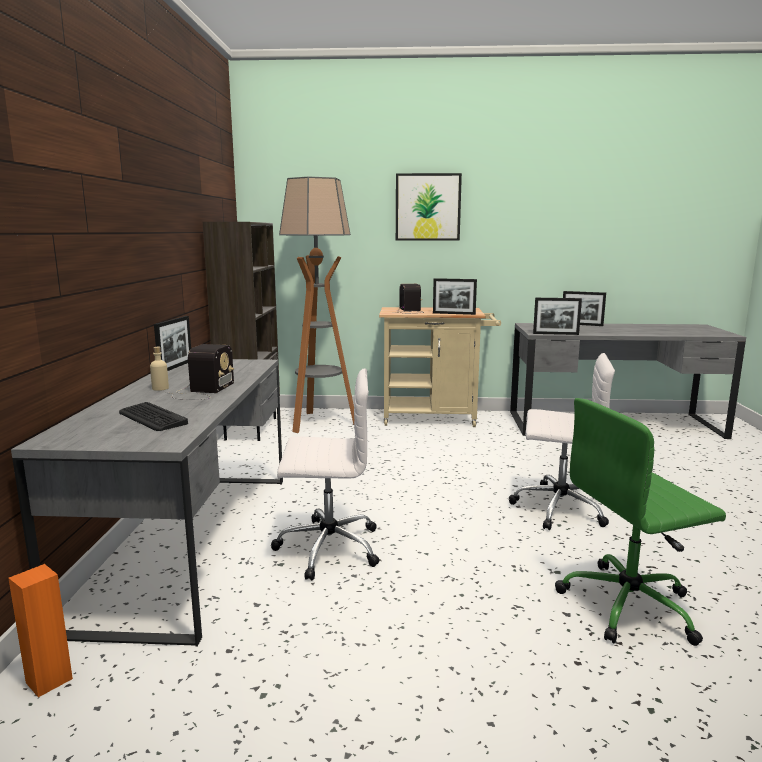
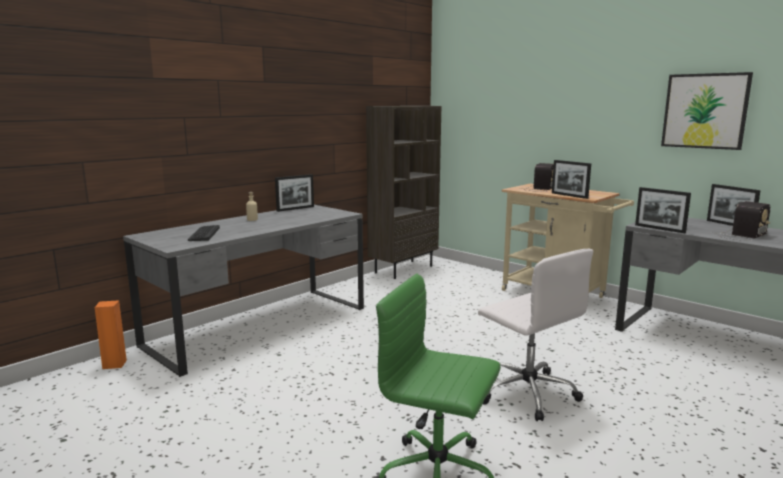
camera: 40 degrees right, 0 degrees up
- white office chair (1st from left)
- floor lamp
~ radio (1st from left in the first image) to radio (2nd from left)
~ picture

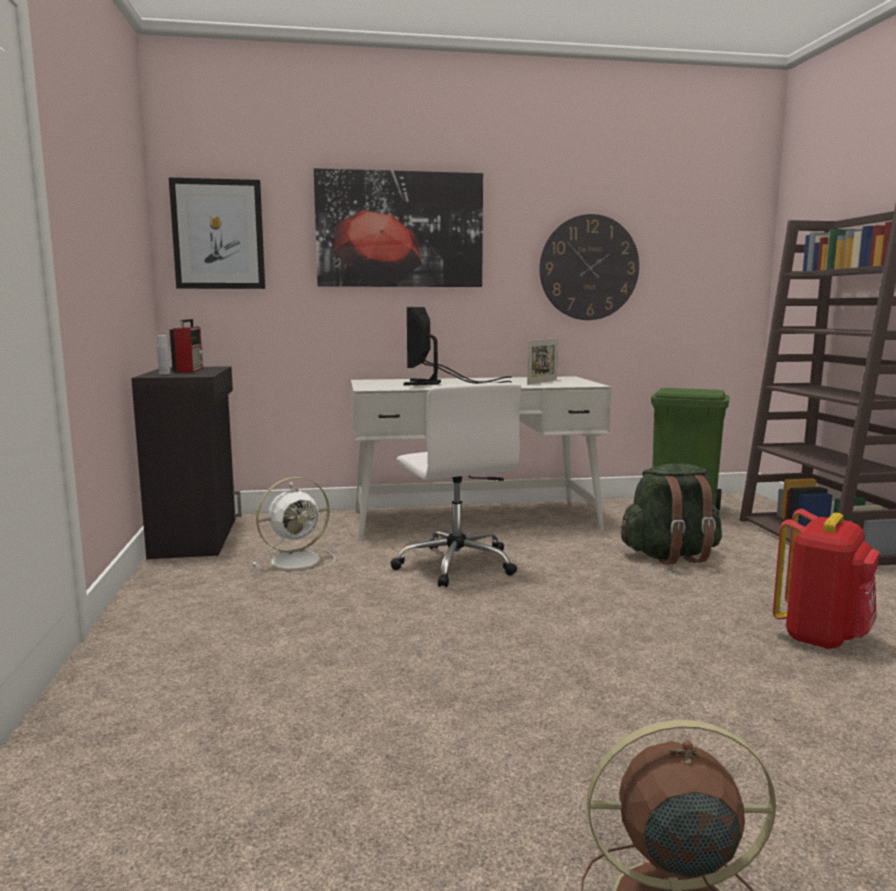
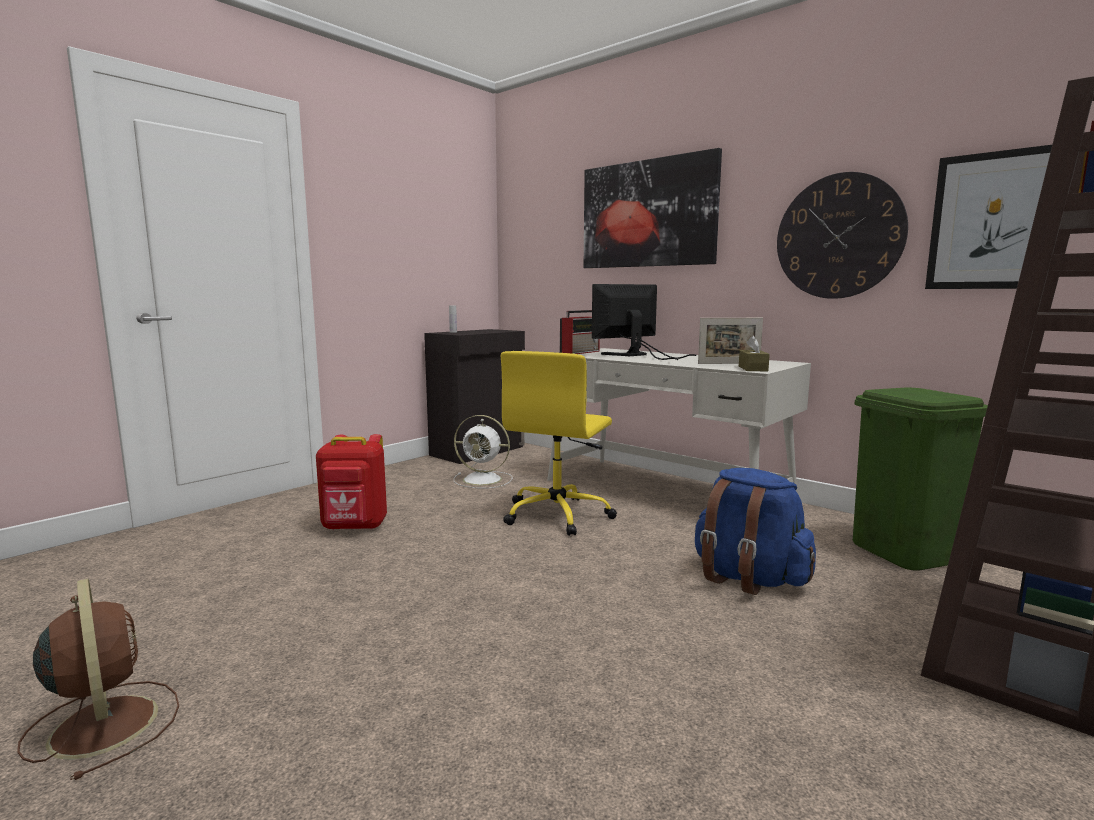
camera: 50 degrees right, 0 degrees up
+ brown tissue box
~ picture (1st from left in the first image) to picture (2nd from left)
~ radio
~ red backpack
~ white office chair to yellow office chair
~ green backpack to blue backpack

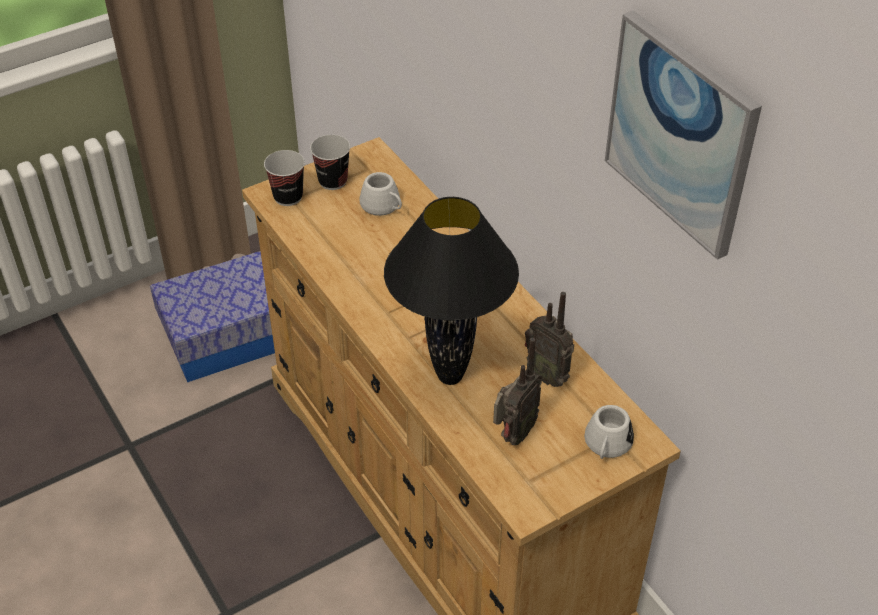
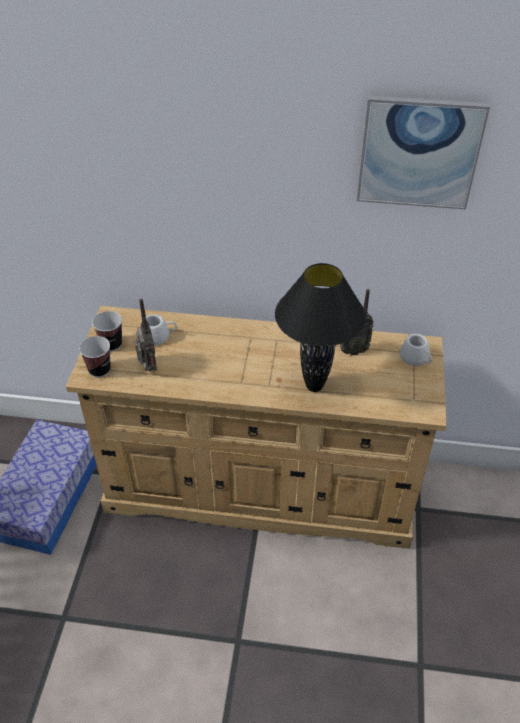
camera: 50 degrees left, 0 degrees up
~ radio (1st from left)

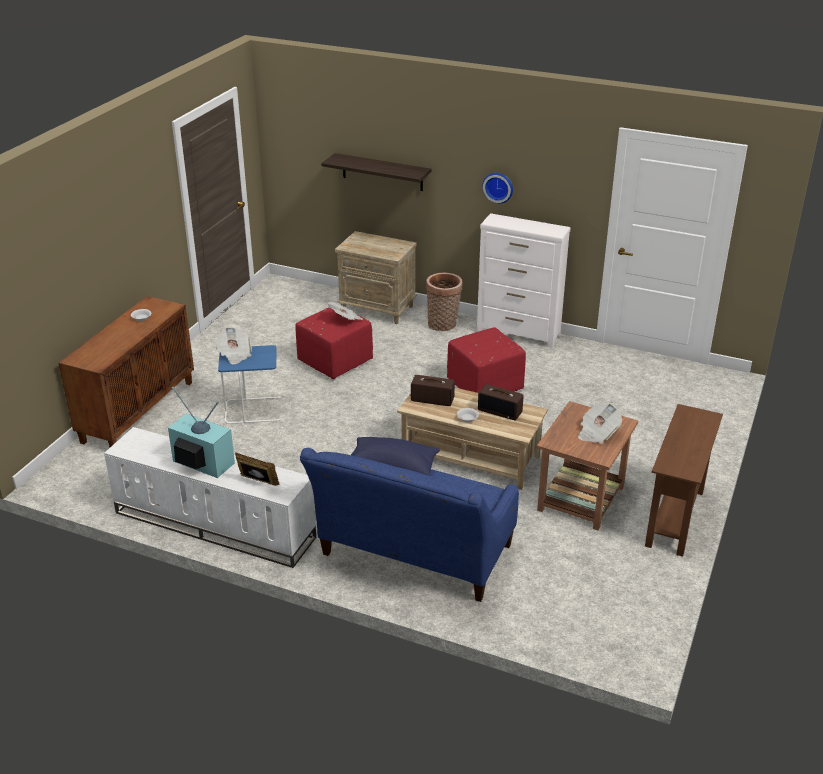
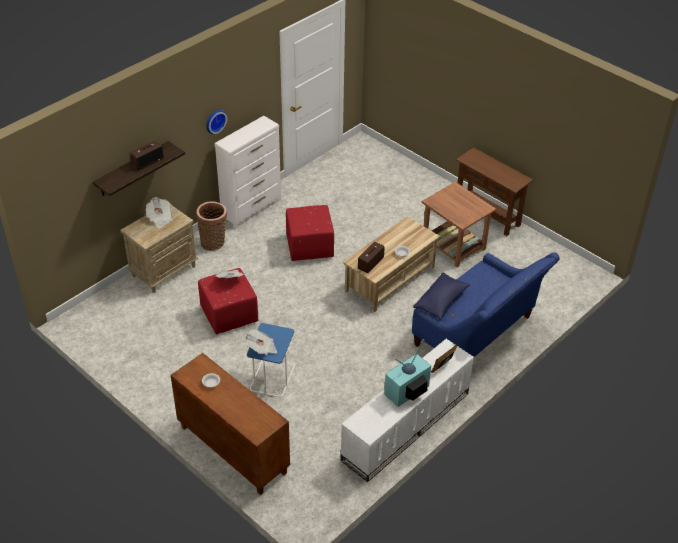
camera: 70 degrees left, 10 degrees up
~ radio (2nd from left in the first image) to radio (1st from left)
~ newspaper (3rd from left in the first image) to newspaper (1st from left)

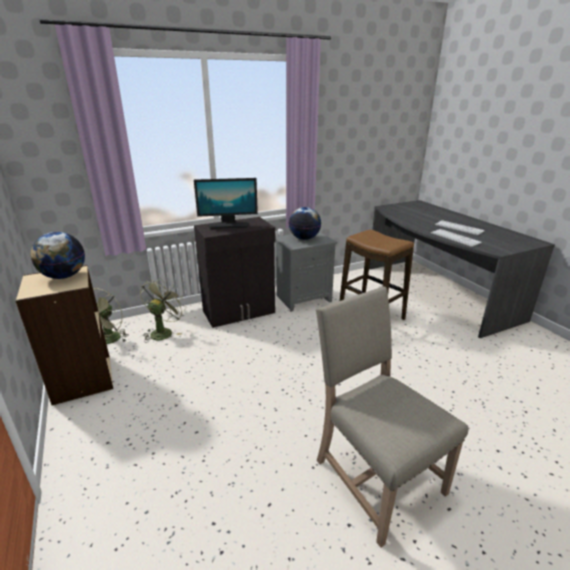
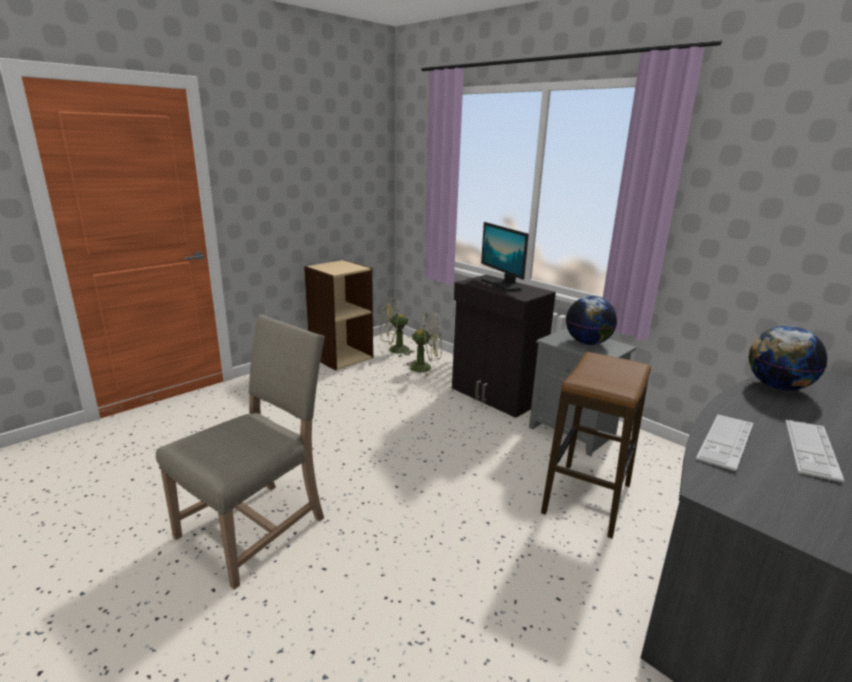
camera: 70 degrees right, 5 degrees down
~ globe (1st from left in the first image) to globe (2nd from left)

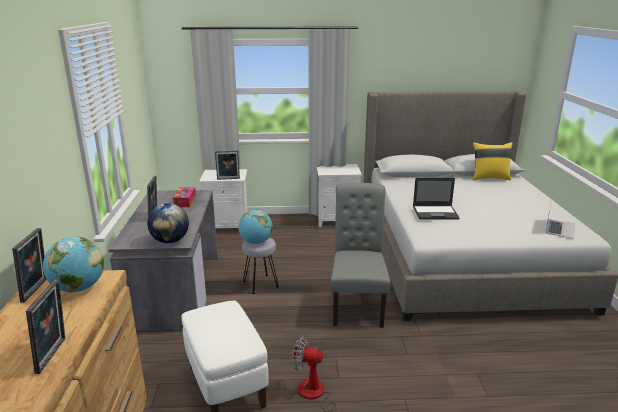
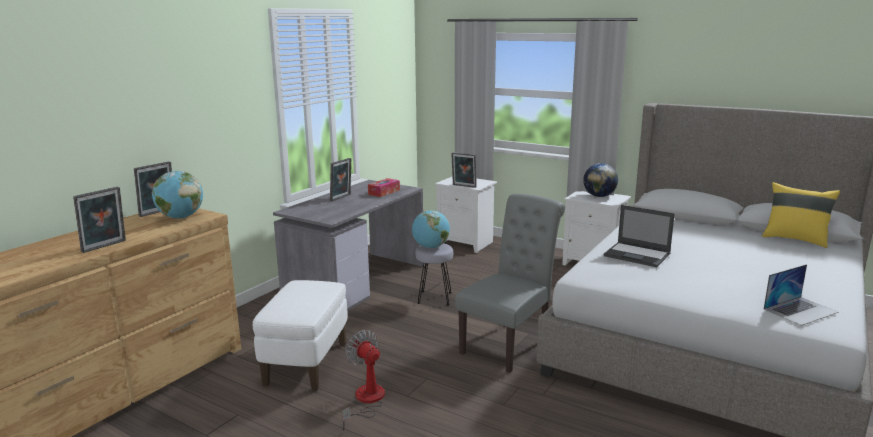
camera: 35 degrees right, 5 degrees down
~ globe (2nd from left in the first image) to globe (3rd from left)

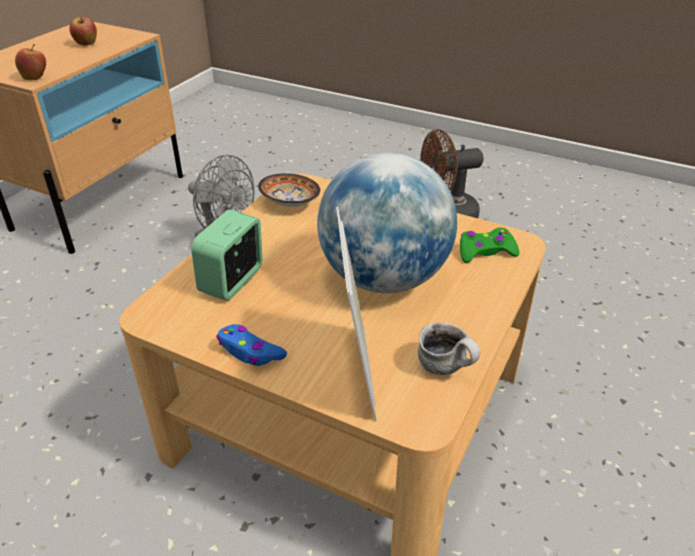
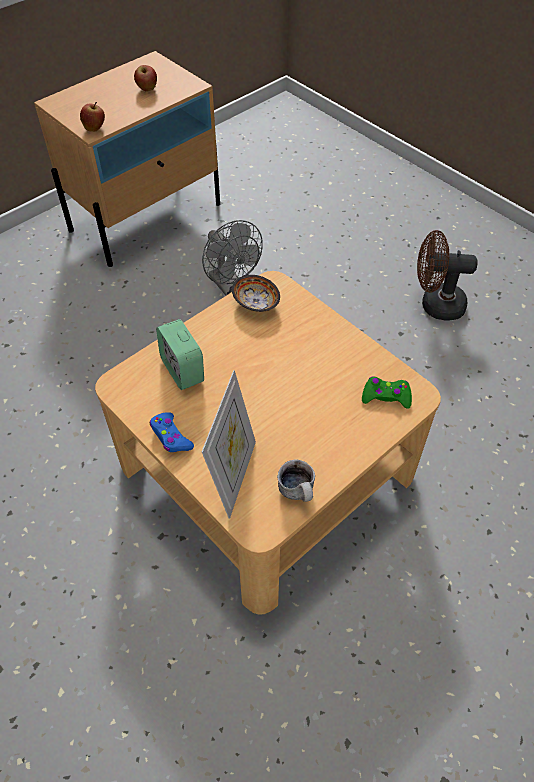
camera: 20 degrees right, 15 degrees up
- globe
~ alarm clock 75 degrees counterclockwise

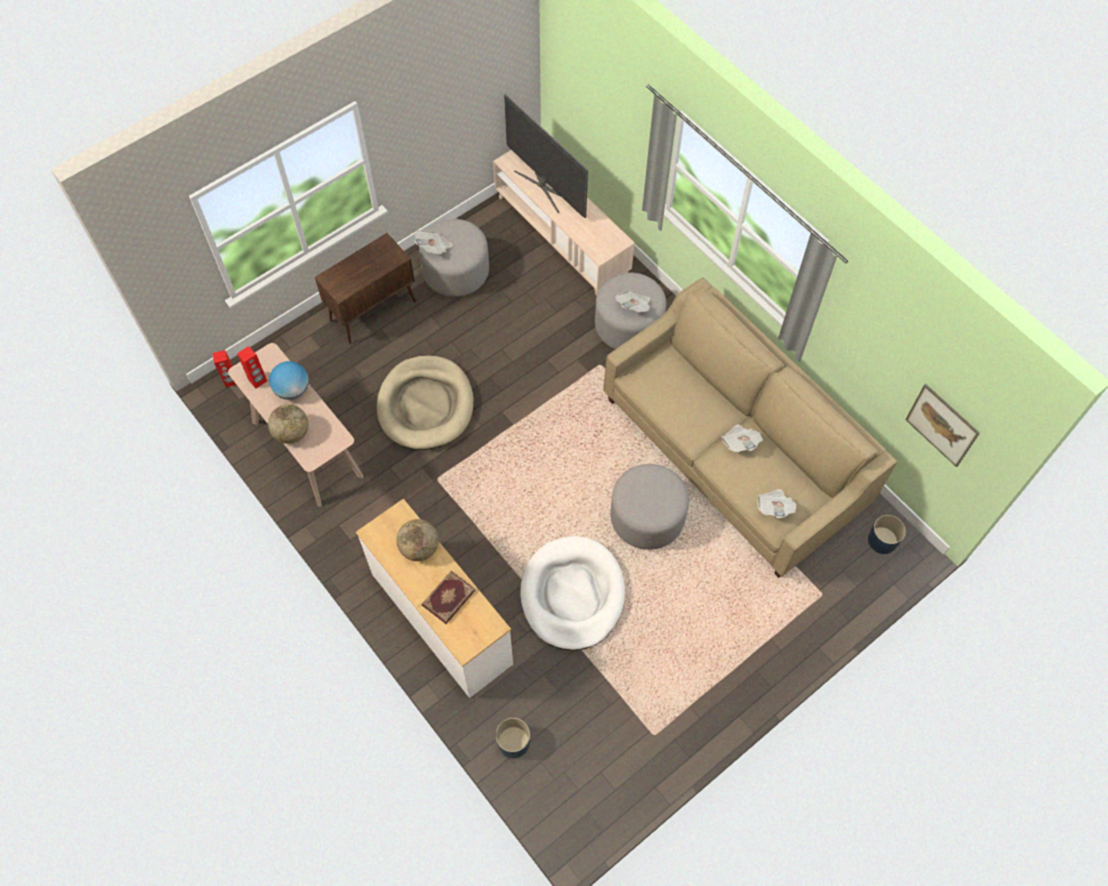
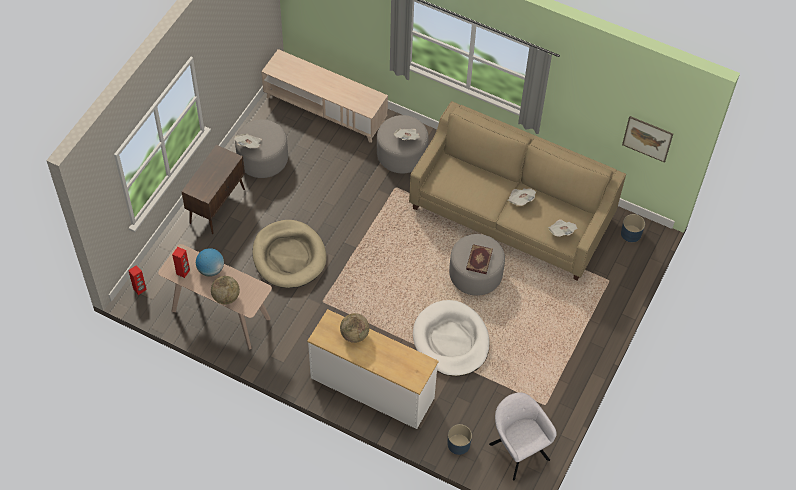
camera: 25 degrees left, 5 degrees down
- television
+ grey armchair
~ book

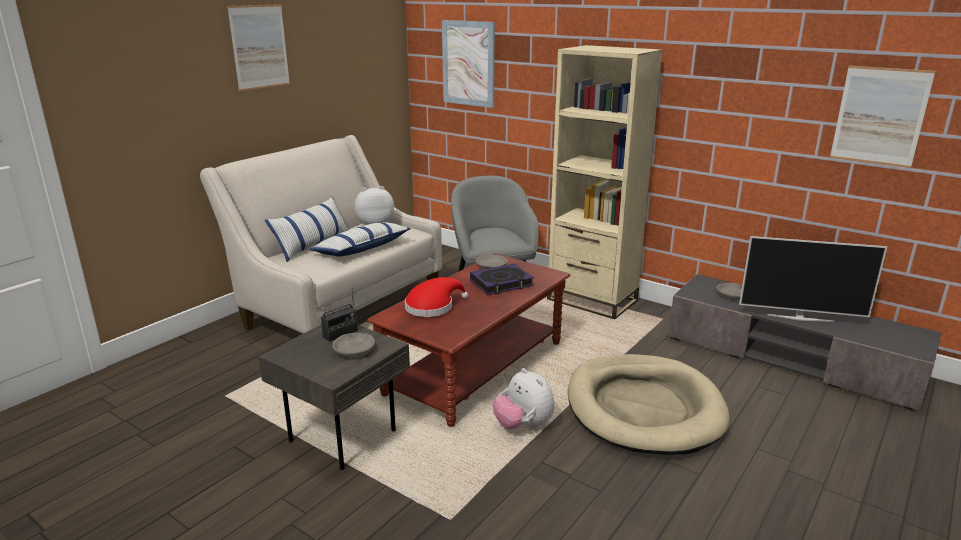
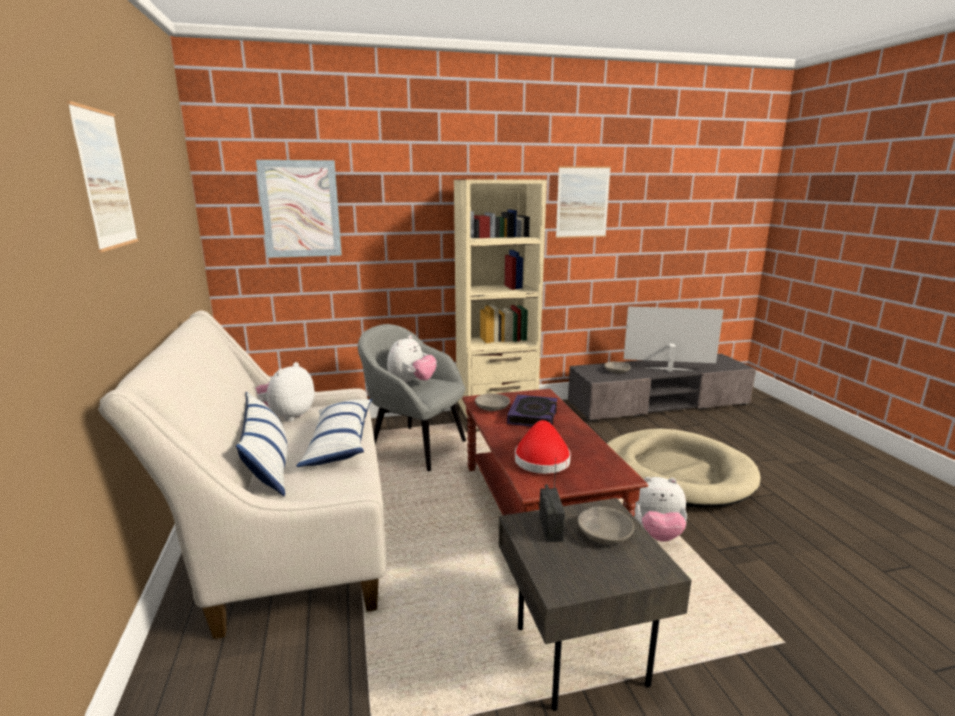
camera: 50 degrees left, 5 degrees down
+ plush toy (2nd from left)
~ picture (3rd from left)
~ television 135 degrees counterclockwise

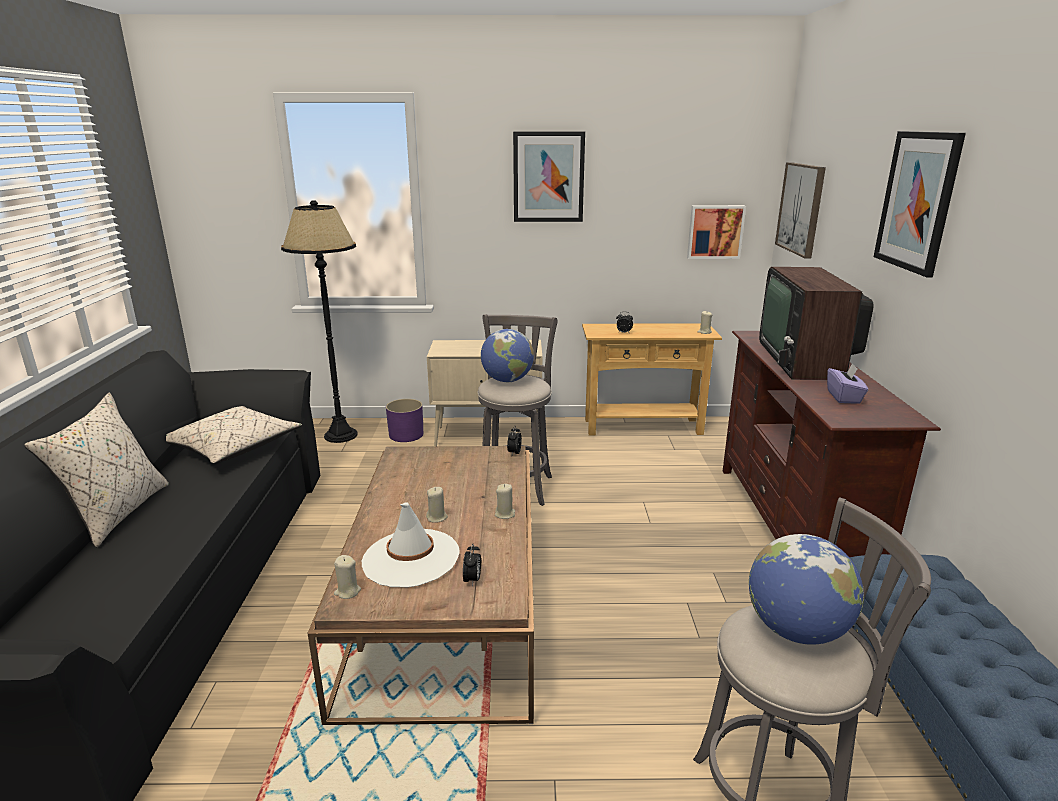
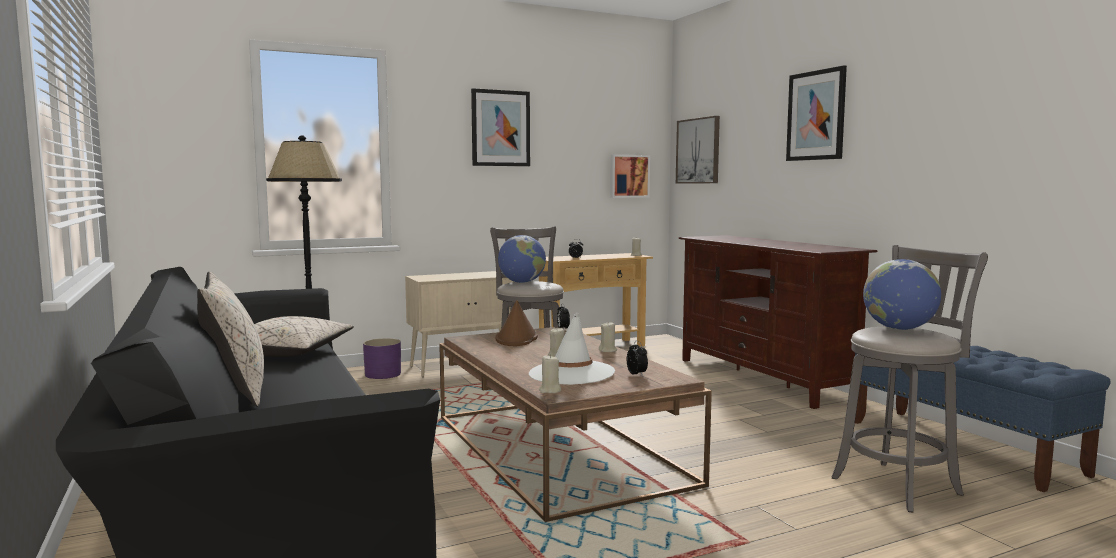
camera: 25 degrees left, 15 degrees down
- television
- purple tissue box
+ brown hat

